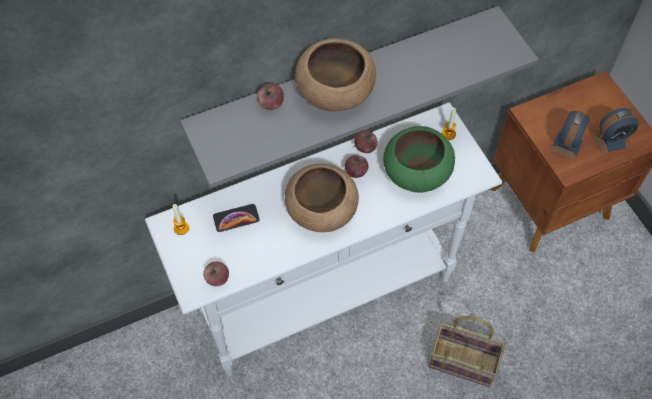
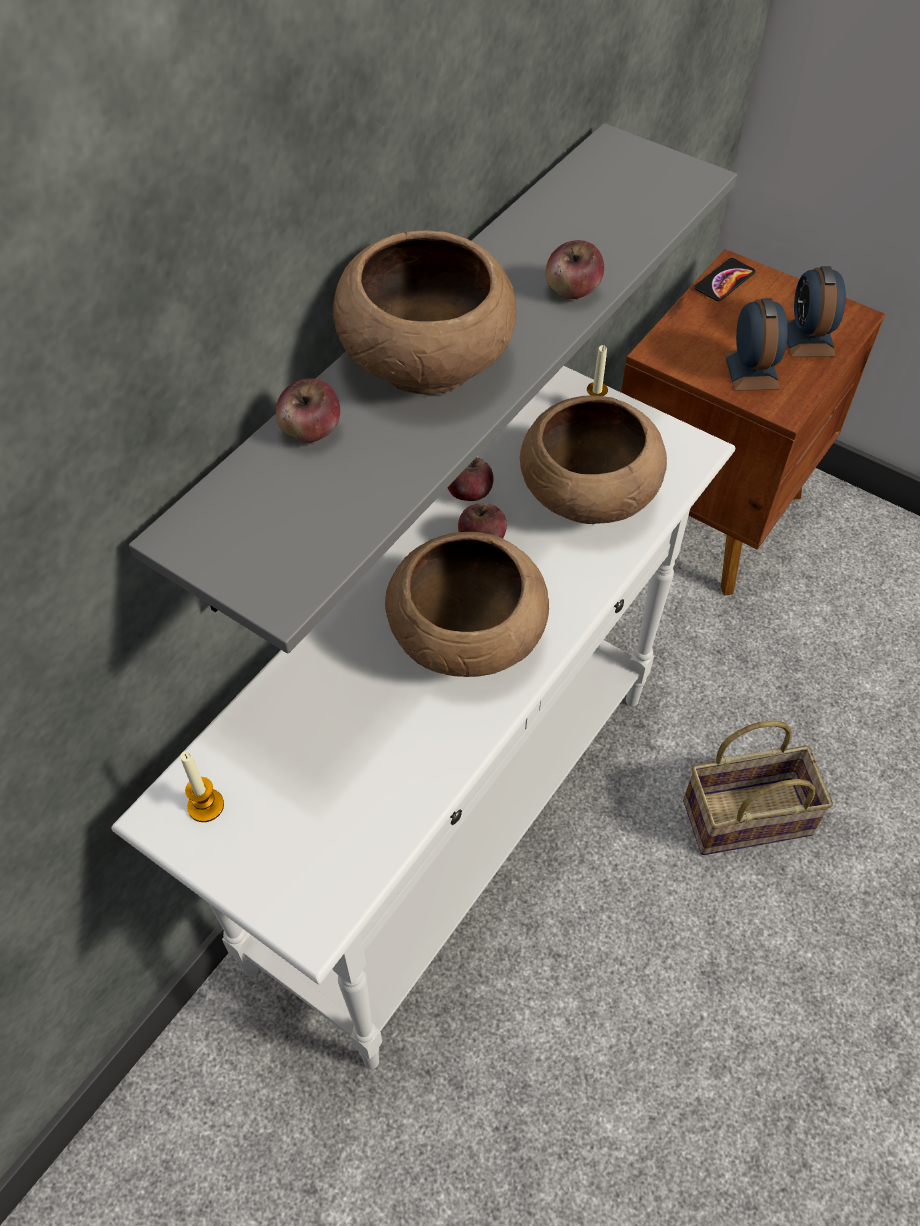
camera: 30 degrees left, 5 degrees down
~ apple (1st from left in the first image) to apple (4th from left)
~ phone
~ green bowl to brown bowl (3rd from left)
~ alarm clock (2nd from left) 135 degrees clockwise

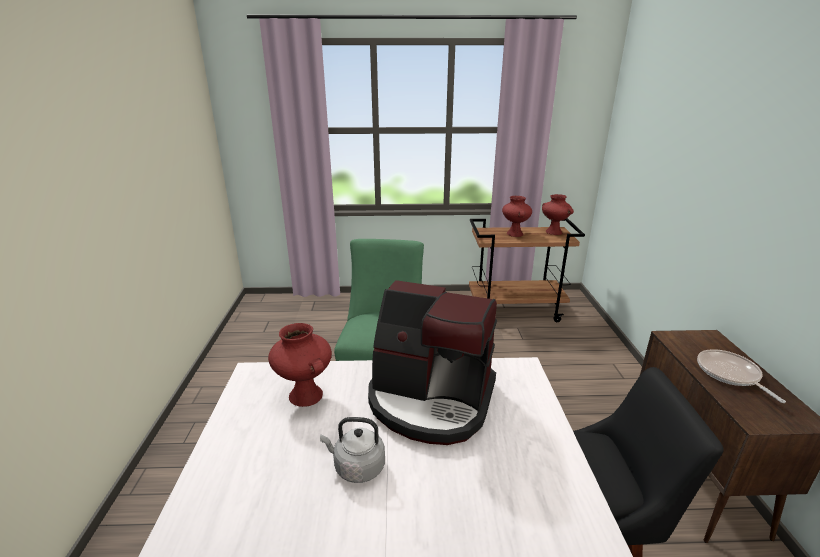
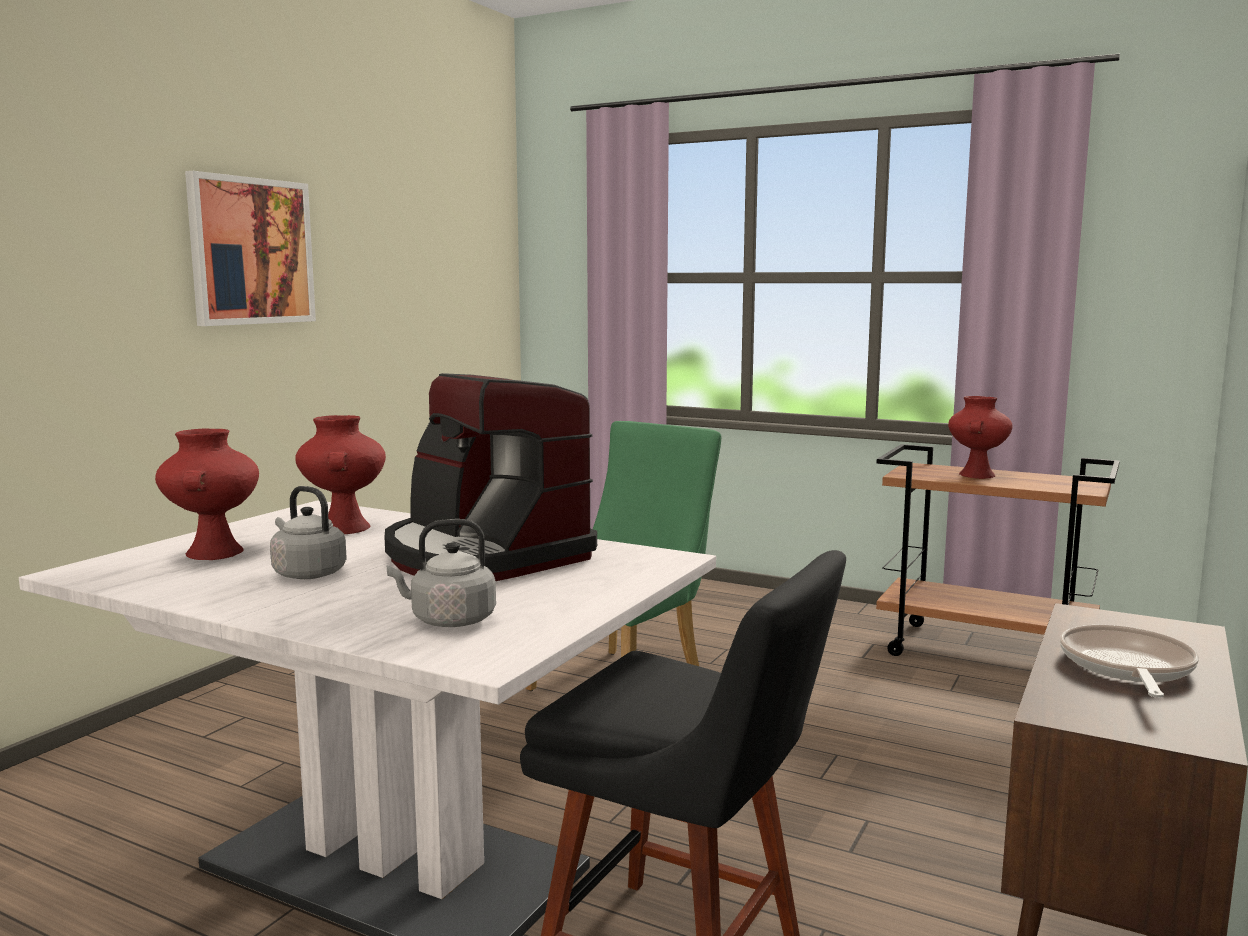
camera: 30 degrees right, 15 degrees down
+ picture
+ grey kettle (2nd from left)
~ red vase (3rd from left in the first image) to red vase (1st from left)

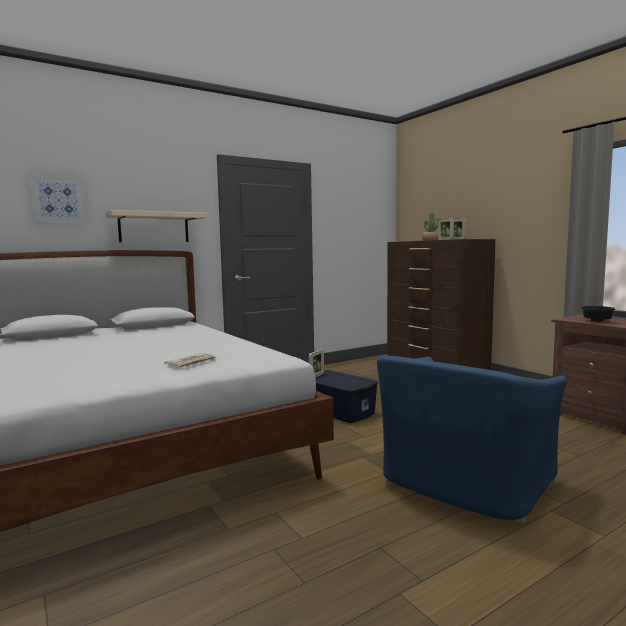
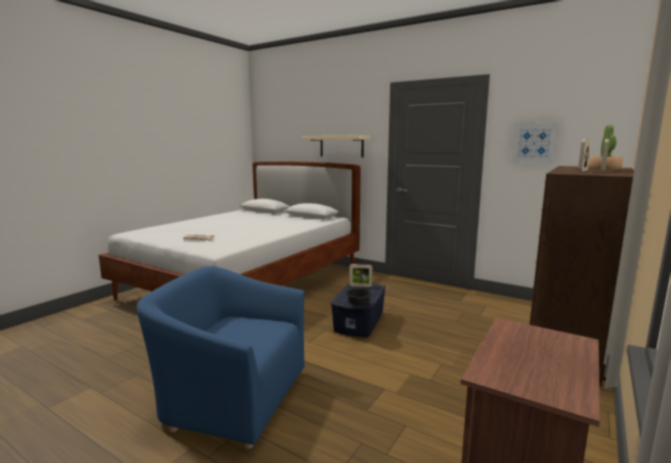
camera: 65 degrees right, 5 degrees up
~ picture
~ black bowl

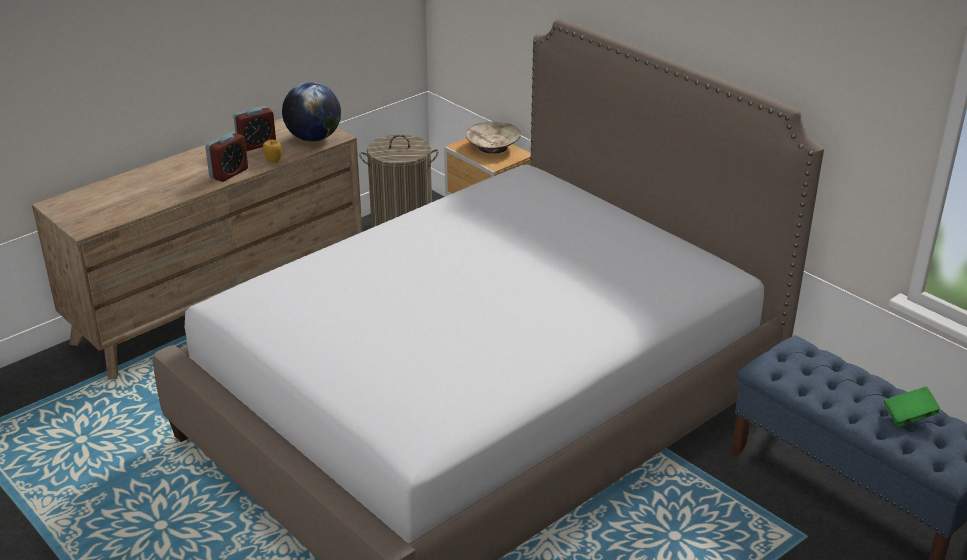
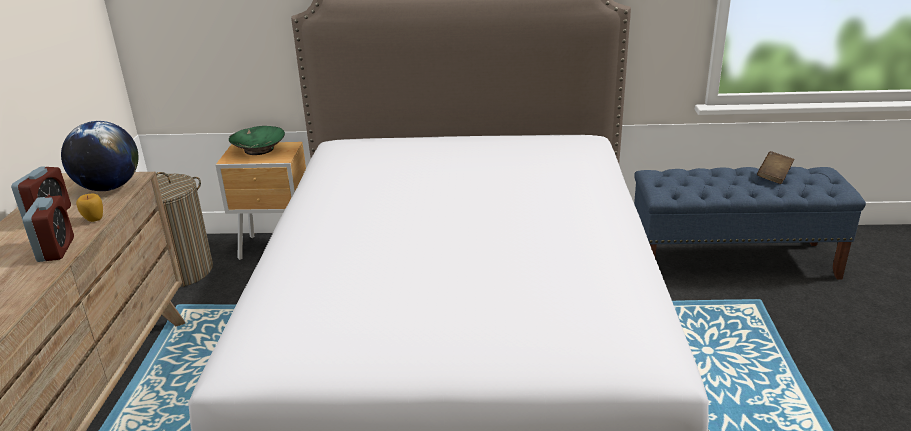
camera: 45 degrees left, 5 degrees down
~ beige bowl to green bowl
~ green book to brown book

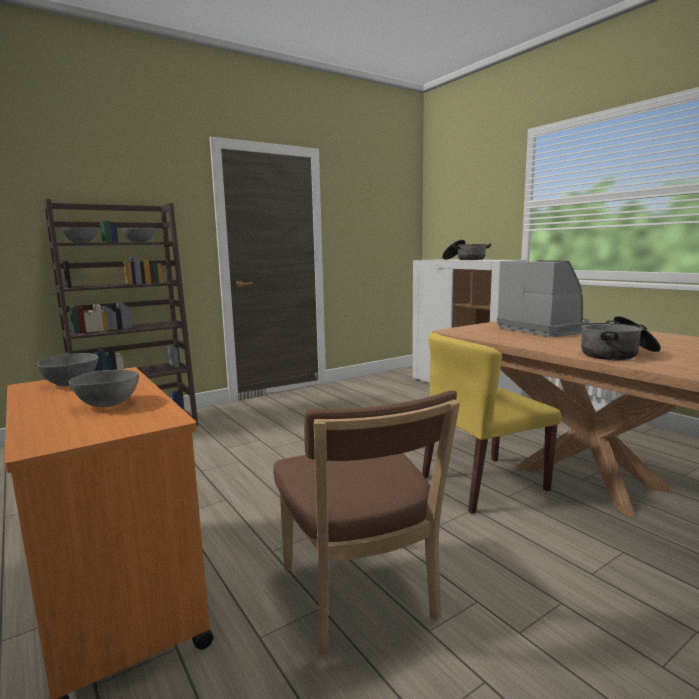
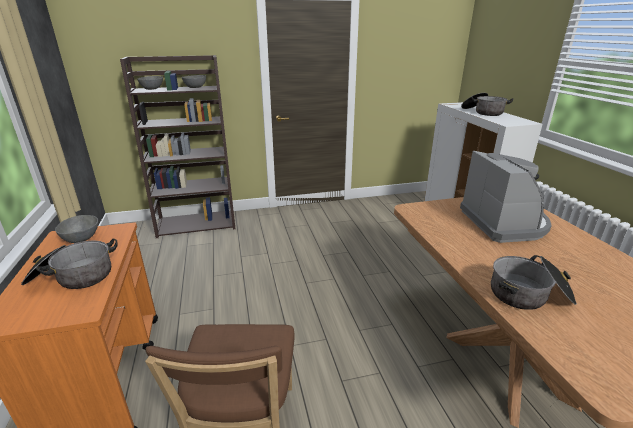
camera: 20 degrees right, 15 degrees up
- yellow chair
~ grey bowl (3rd from left) to cooking pot (1st from left)

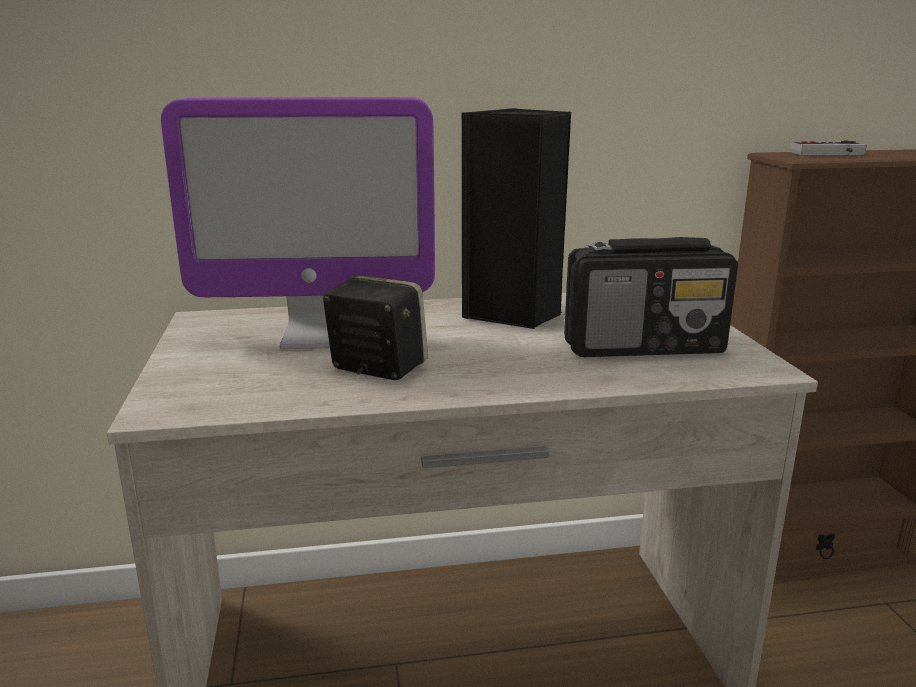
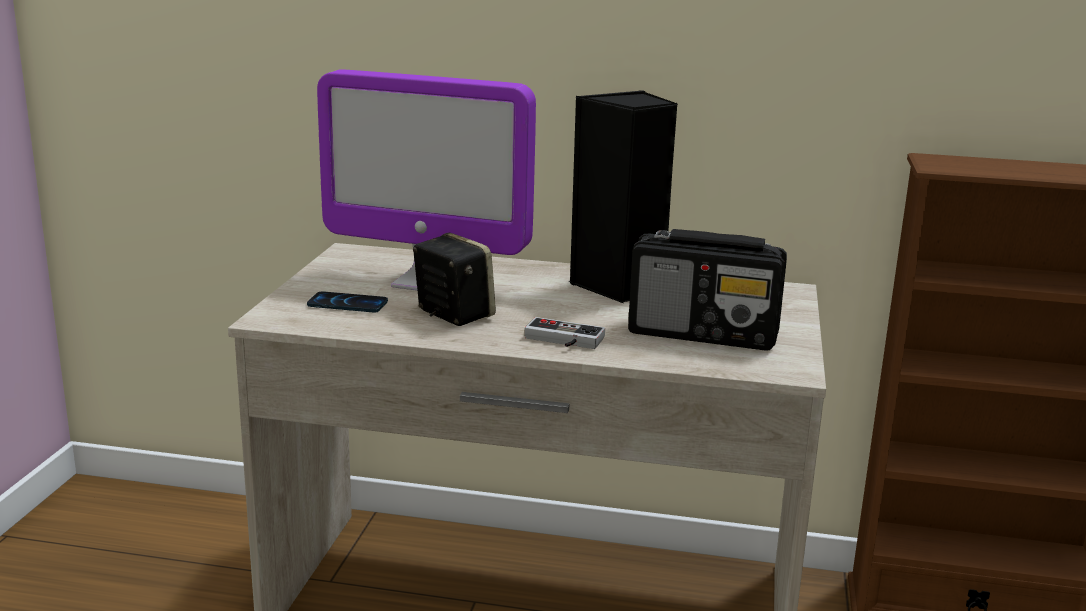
camera: 20 degrees right, 0 degrees up
+ phone
~ game controller

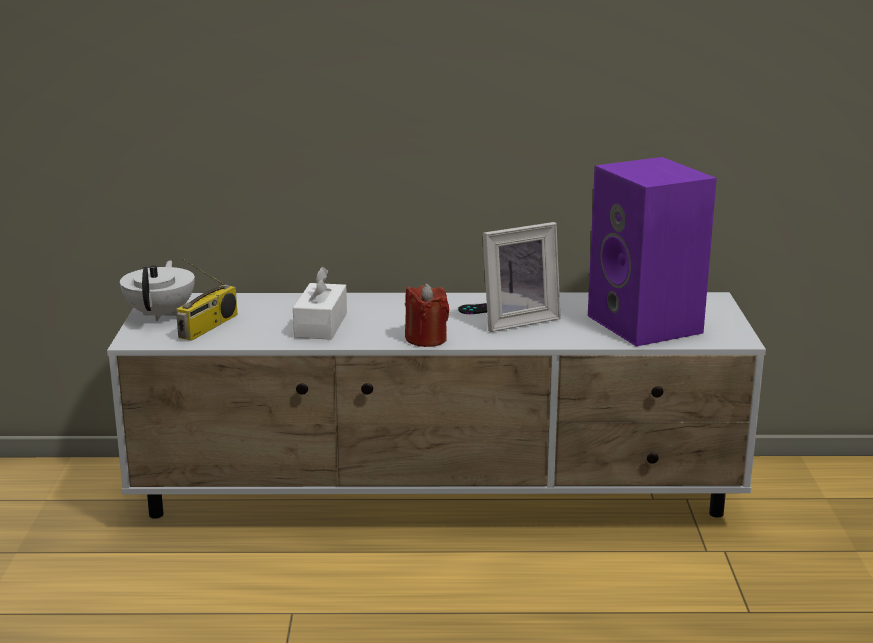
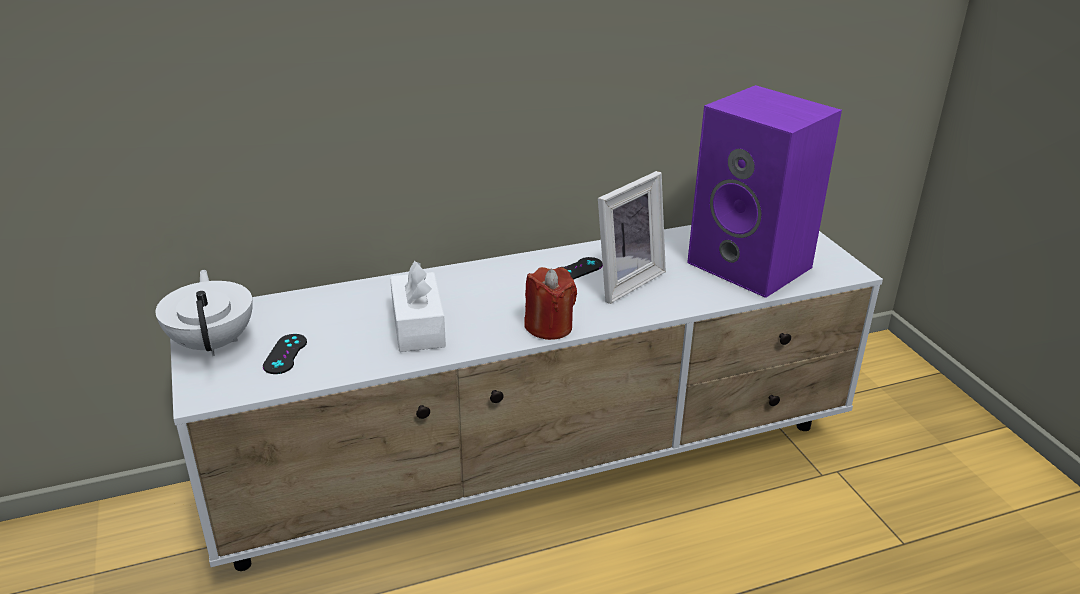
camera: 20 degrees left, 10 degrees up
~ radio to black game controller (1st from left)

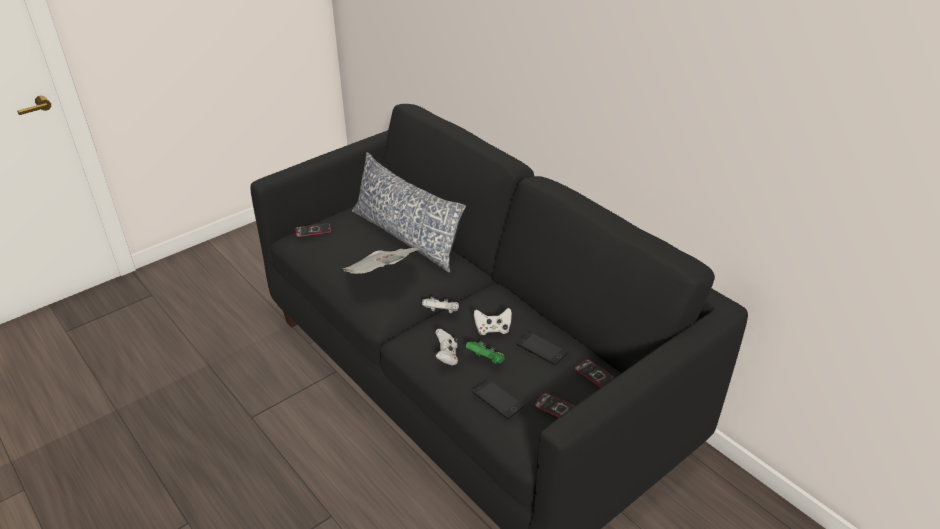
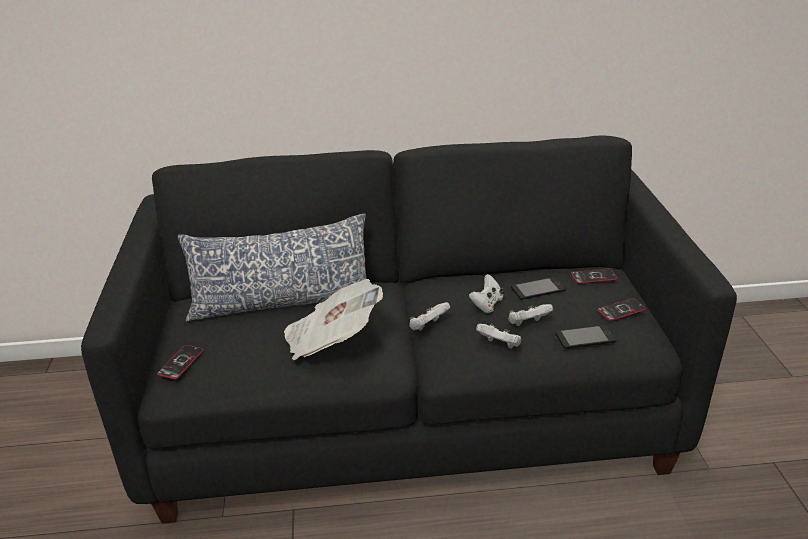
camera: 55 degrees left, 5 degrees down
~ green game controller to white game controller (4th from left)

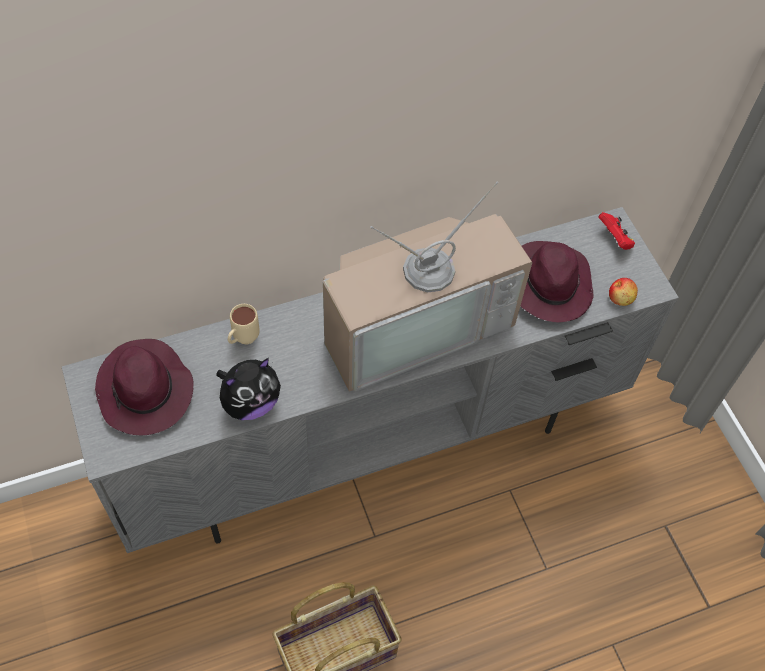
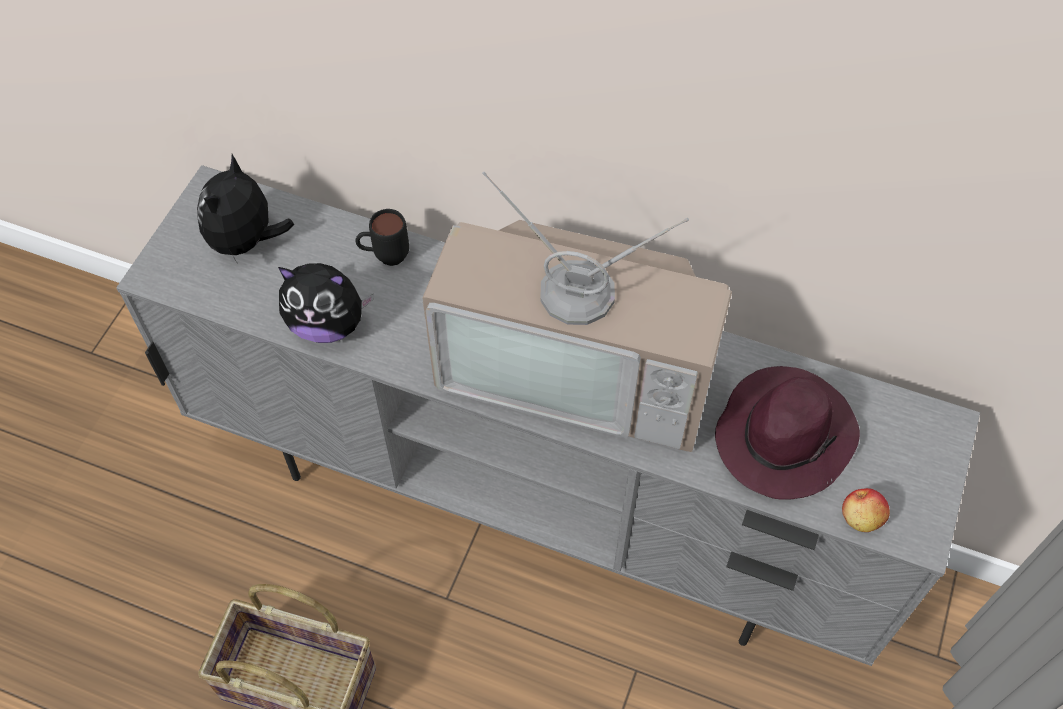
camera: 45 degrees right, 0 degrees up
- red game controller
~ purple hat (1st from left) to plush toy (1st from left)
~ beige mug to black mug

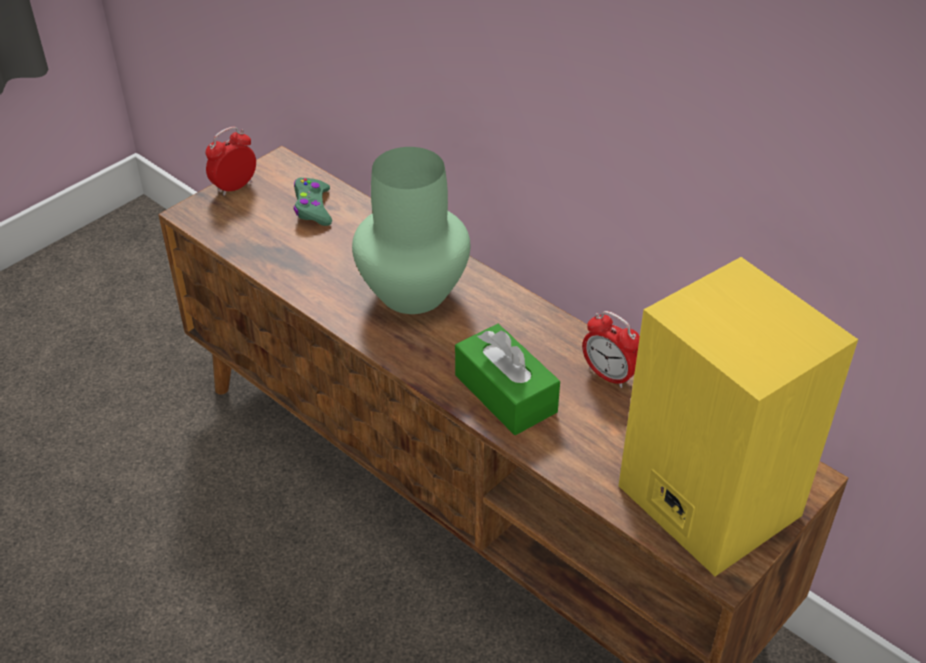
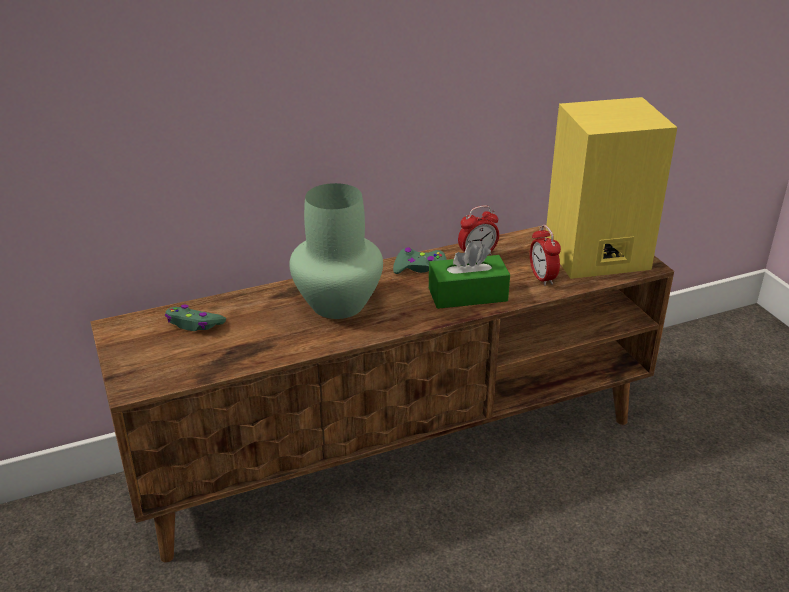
camera: 65 degrees left, 10 degrees down
+ green game controller (2nd from left)
~ alarm clock (1st from left in the first image) to alarm clock (2nd from left)

